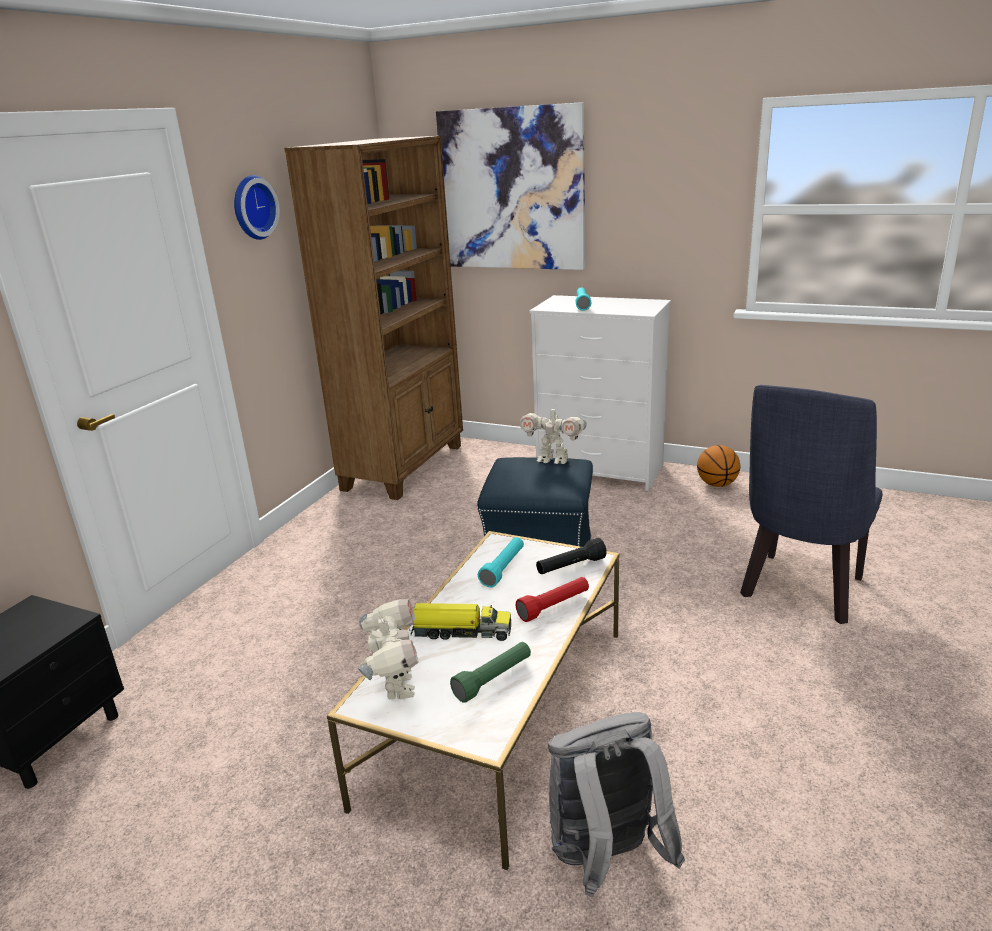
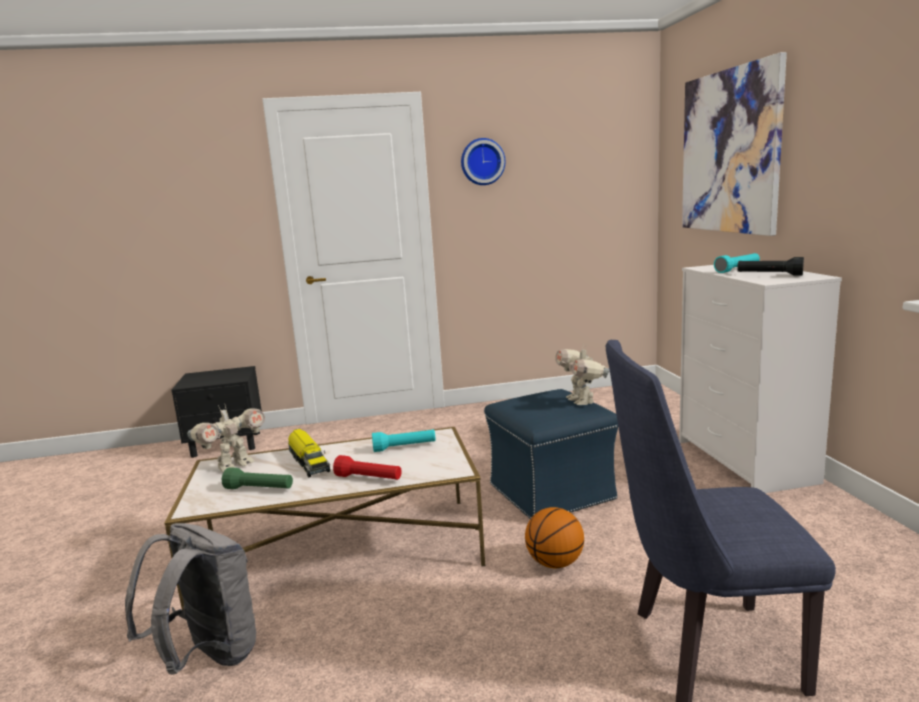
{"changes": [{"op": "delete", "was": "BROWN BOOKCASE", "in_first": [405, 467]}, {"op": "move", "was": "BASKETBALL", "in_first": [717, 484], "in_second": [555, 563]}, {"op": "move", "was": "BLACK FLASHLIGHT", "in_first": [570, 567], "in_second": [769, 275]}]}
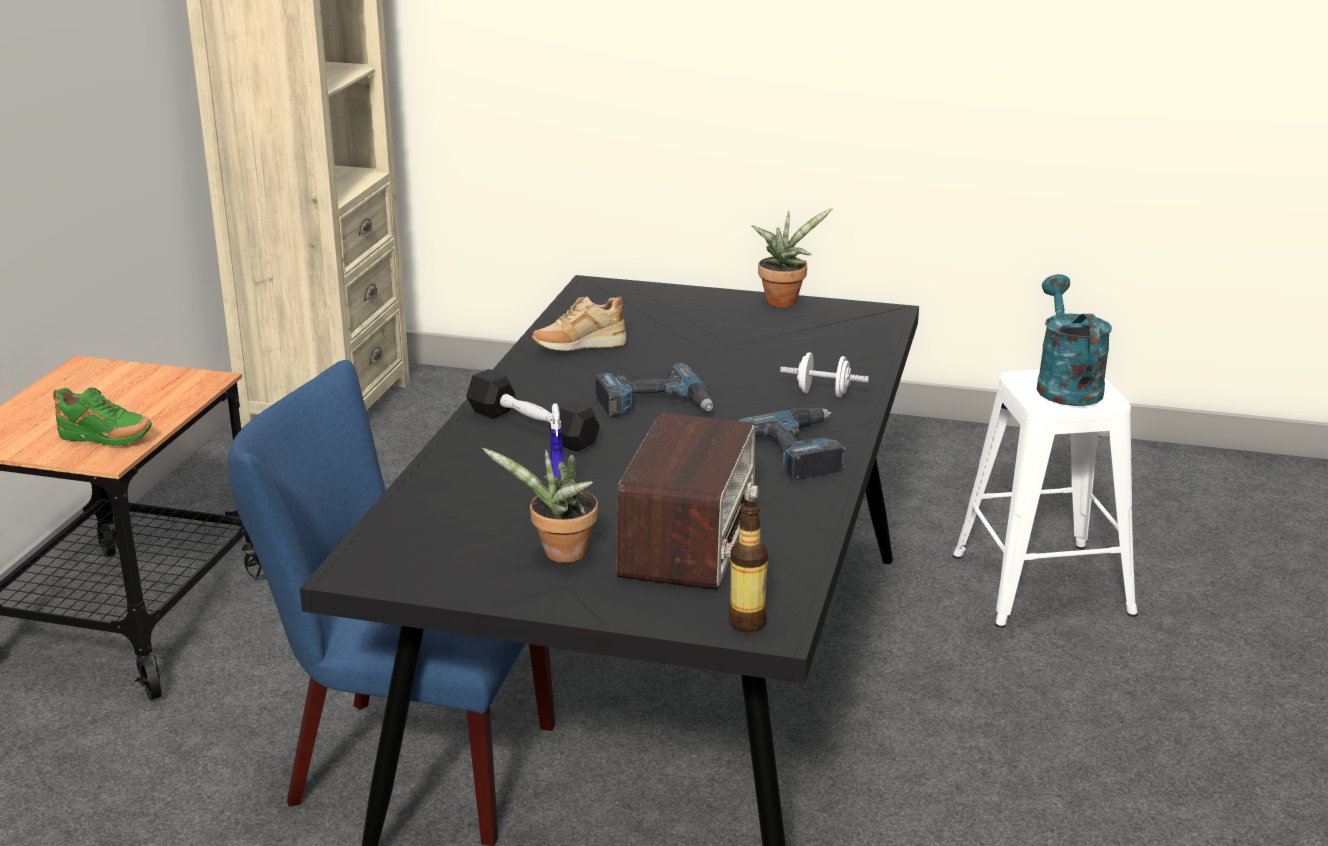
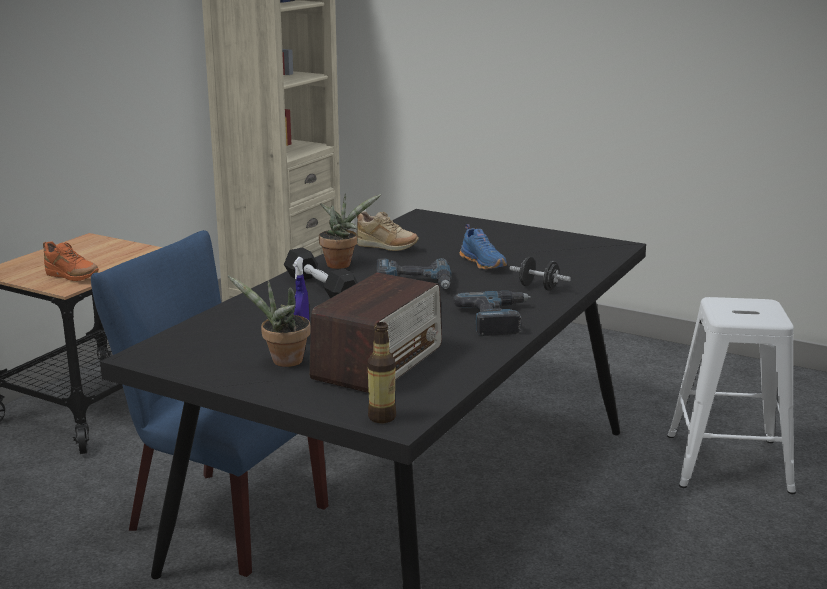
{"changes": [{"op": "move", "was": "POTTED PLANT", "in_first": [783, 300], "in_second": [341, 264]}, {"op": "delete", "was": "TURQUOISE WATERING CAN", "in_first": [1065, 385]}, {"op": "rotate", "was": "BEIGE SHOE", "in_first": [579, 348], "in_second": [387, 248], "clockwise": -150}, {"op": "recolor", "was": "WHITE DUMBBELL", "now": "BLACK DUMBBELL", "in_first": [823, 393], "in_second": [538, 287]}, {"op": "recolor", "was": "GREEN SHOE", "now": "ORANGE SHOE", "in_first": [106, 439], "in_second": [72, 277]}, {"op": "insert", "now": "BLUE SHOE", "in_second": [484, 263]}]}
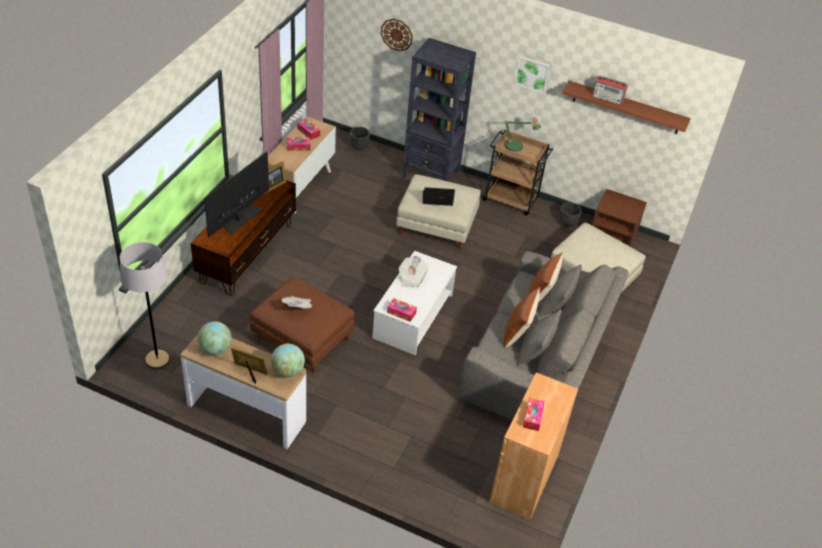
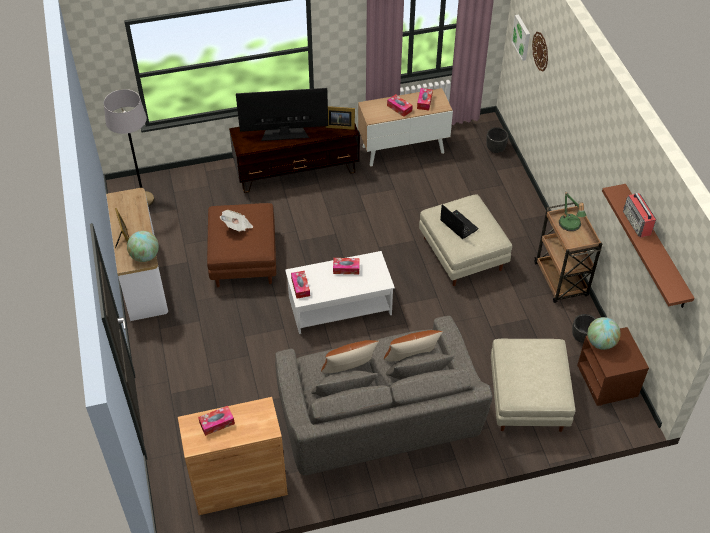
{"changes": [{"op": "delete", "was": "BLACK BOOKCASE", "in_first": [431, 175]}, {"op": "move", "was": "PICTURE", "in_first": [532, 73], "in_second": [522, 37]}, {"op": "replace", "was": "NEWSPAPER", "now": "TISSUE BOX", "in_first": [411, 278], "in_second": [346, 268]}, {"op": "move", "was": "GLOBE", "in_first": [215, 348], "in_second": [600, 343]}]}
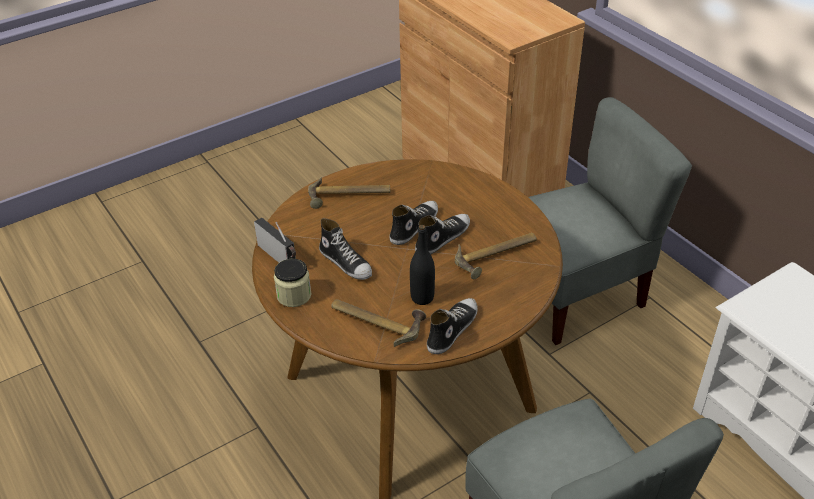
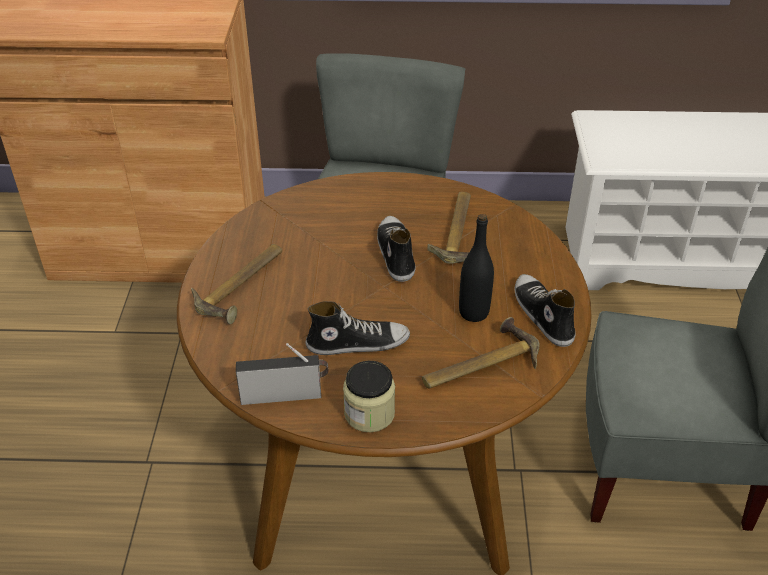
{"changes": [{"op": "delete", "was": "SHOE", "in_first": [413, 226]}]}
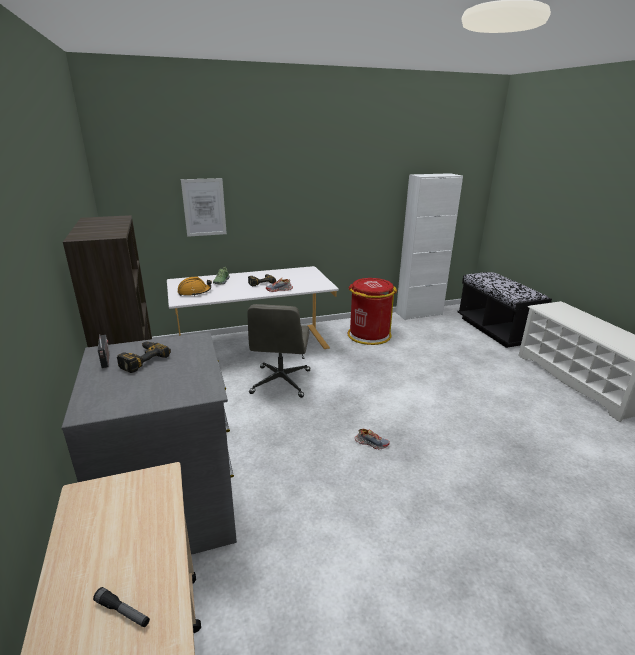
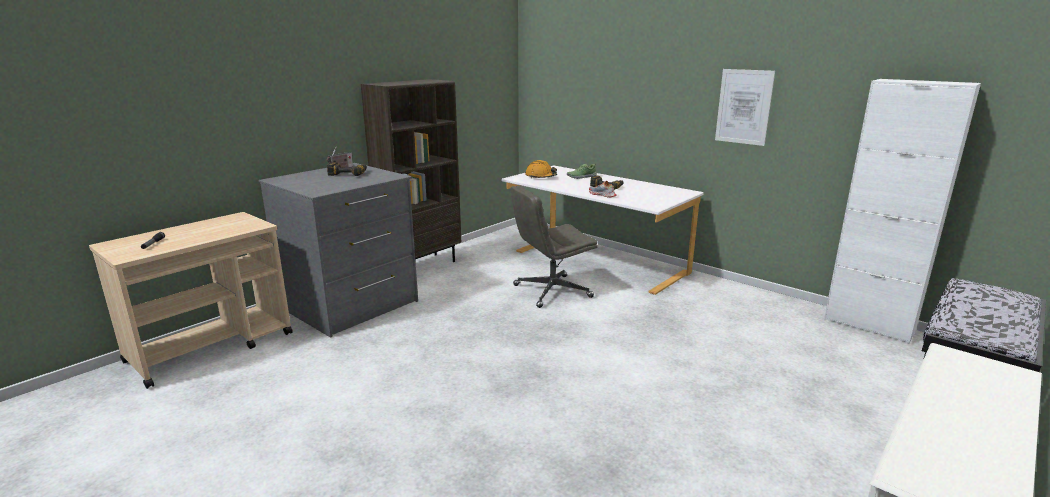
{"changes": [{"op": "move", "was": "PICTURE", "in_first": [204, 207], "in_second": [744, 107]}, {"op": "delete", "was": "RED TRASH CAN", "in_first": [368, 335]}, {"op": "delete", "was": "SHOE", "in_first": [371, 443]}]}
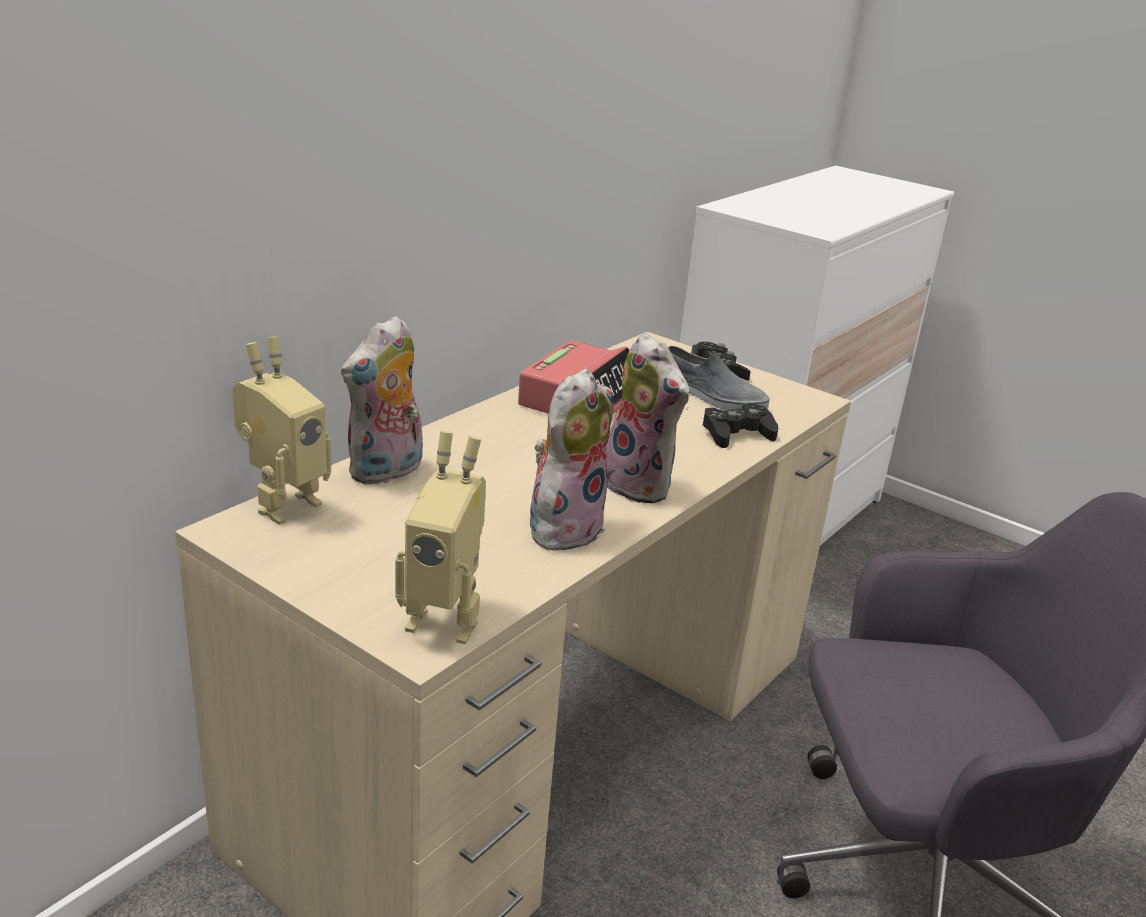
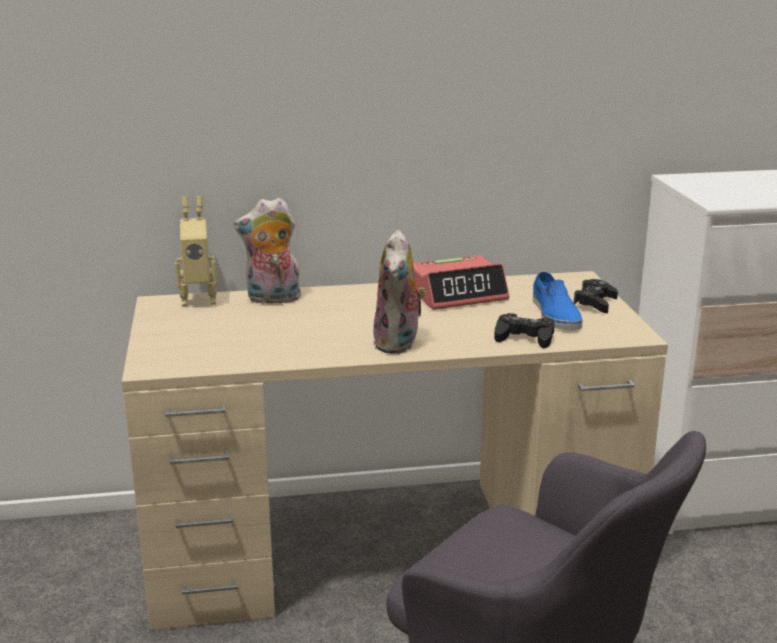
{"changes": [{"op": "recolor", "was": "GREY SHOE", "now": "BLUE SHOE", "in_first": [711, 396], "in_second": [554, 314]}, {"op": "delete", "was": "PLUSH TOY", "in_first": [564, 527]}, {"op": "delete", "was": "TOY ROBOT", "in_first": [445, 619]}]}
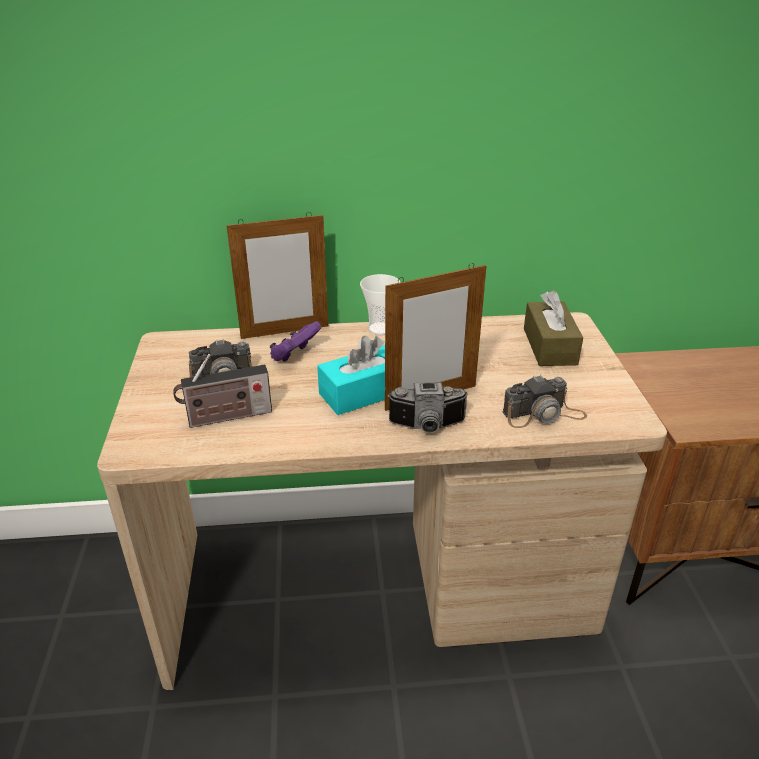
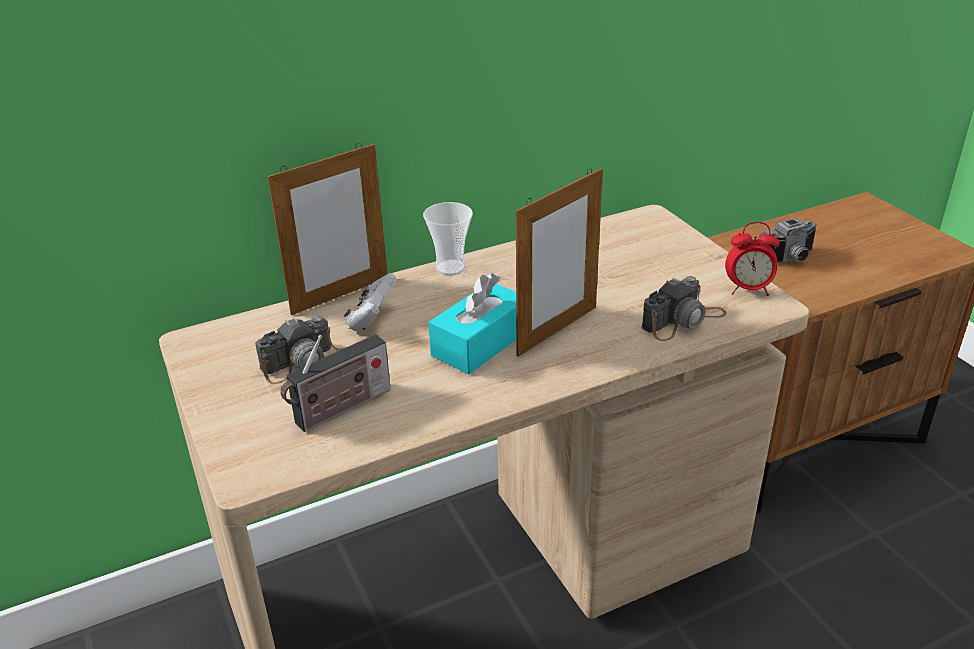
{"changes": [{"op": "delete", "was": "BROWN TISSUE BOX", "in_first": [549, 346]}, {"op": "recolor", "was": "PURPLE GAME CONTROLLER", "now": "WHITE GAME CONTROLLER", "in_first": [295, 355], "in_second": [372, 320]}, {"op": "move", "was": "PHOTO CAMERA", "in_first": [427, 427], "in_second": [789, 260]}, {"op": "insert", "now": "ALARM CLOCK", "in_second": [748, 289]}]}
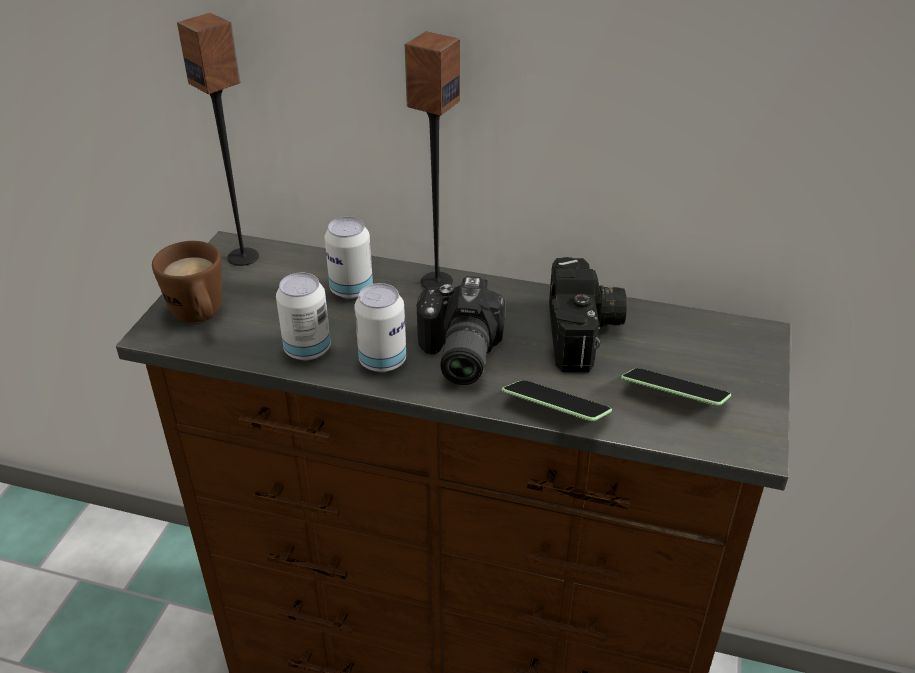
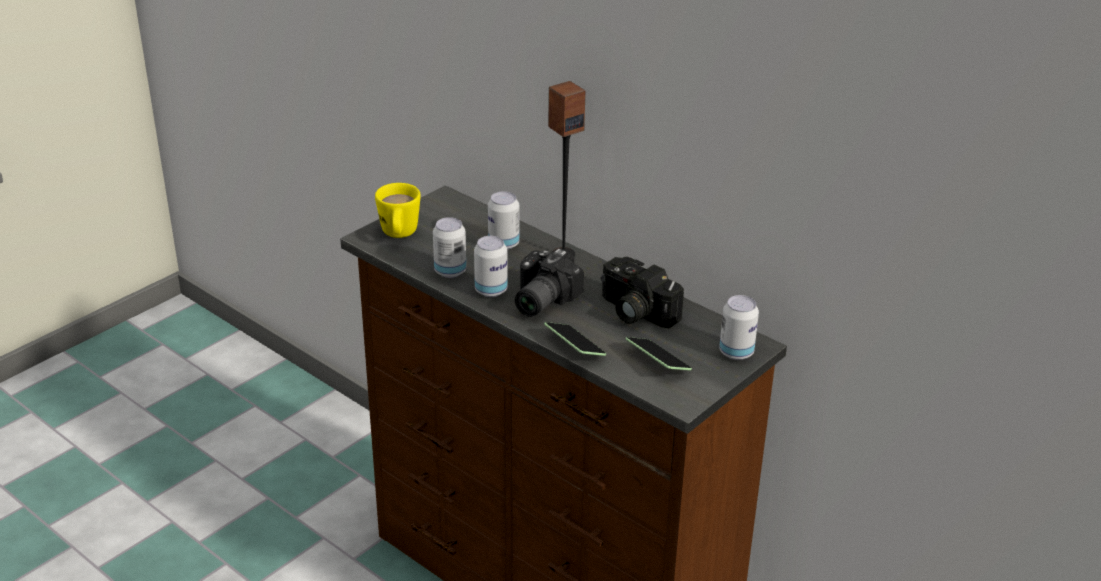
{"changes": [{"op": "delete", "was": "SPEAKER", "in_first": [244, 257]}, {"op": "recolor", "was": "BROWN MUG", "now": "YELLOW MUG", "in_first": [200, 317], "in_second": [399, 235]}, {"op": "rotate", "was": "PHOTO CAMERA", "in_first": [585, 334], "in_second": [634, 311], "clockwise": 105}, {"op": "insert", "now": "CAN", "in_second": [736, 352]}]}
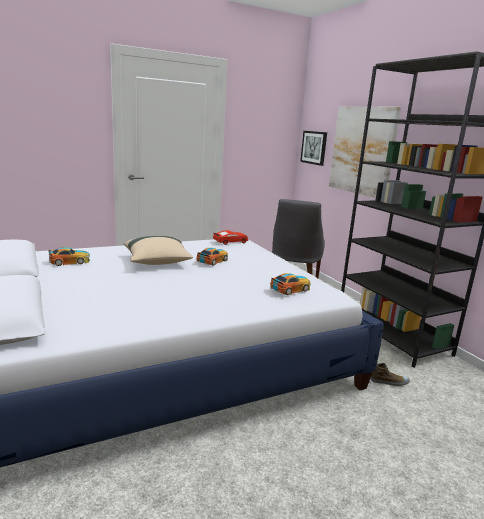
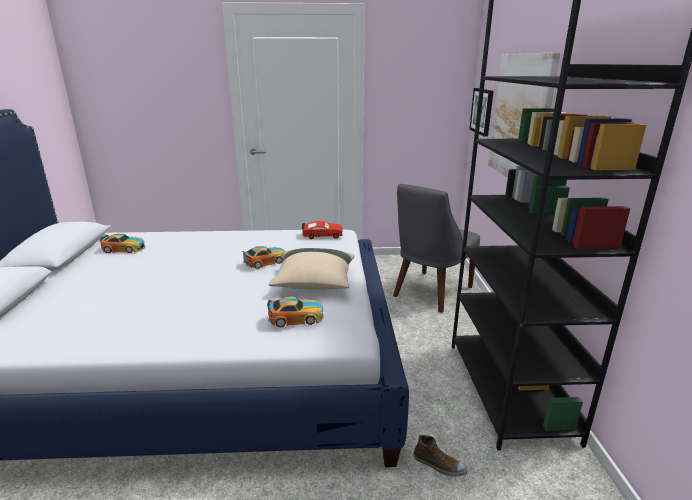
{"changes": [{"op": "move", "was": "BEIGE PILLOW", "in_first": [157, 262], "in_second": [314, 283]}]}
